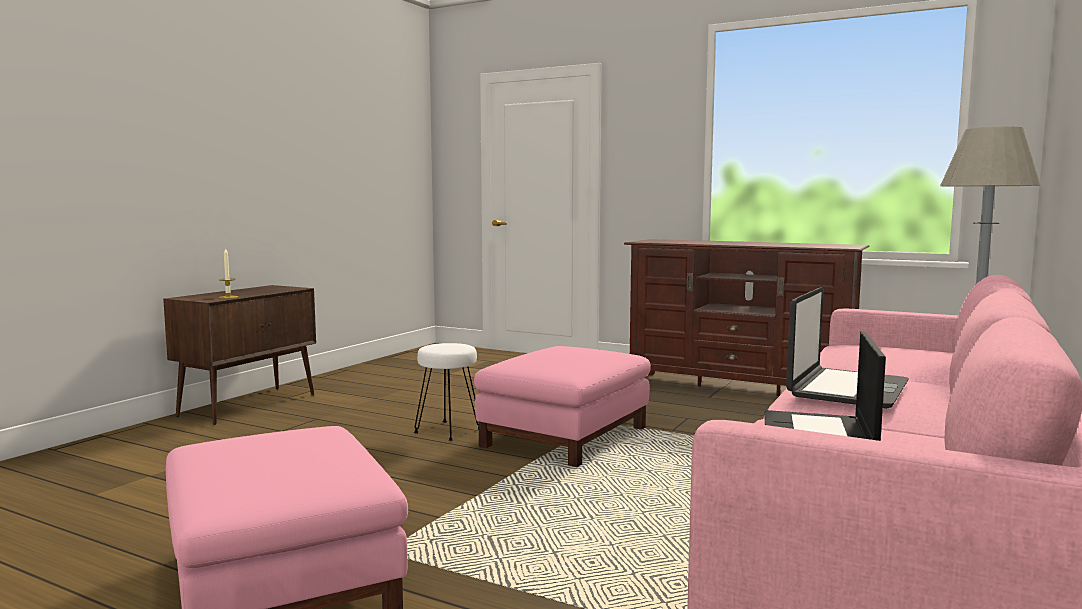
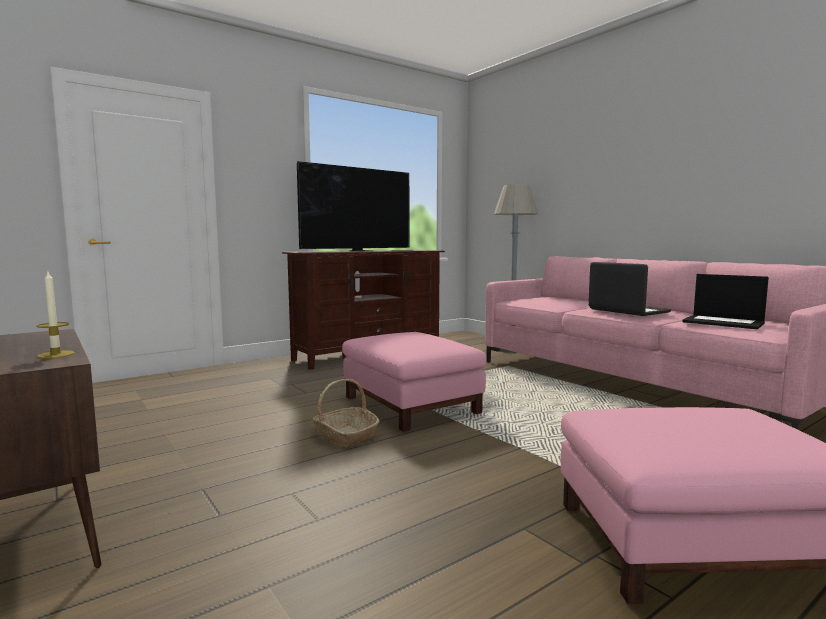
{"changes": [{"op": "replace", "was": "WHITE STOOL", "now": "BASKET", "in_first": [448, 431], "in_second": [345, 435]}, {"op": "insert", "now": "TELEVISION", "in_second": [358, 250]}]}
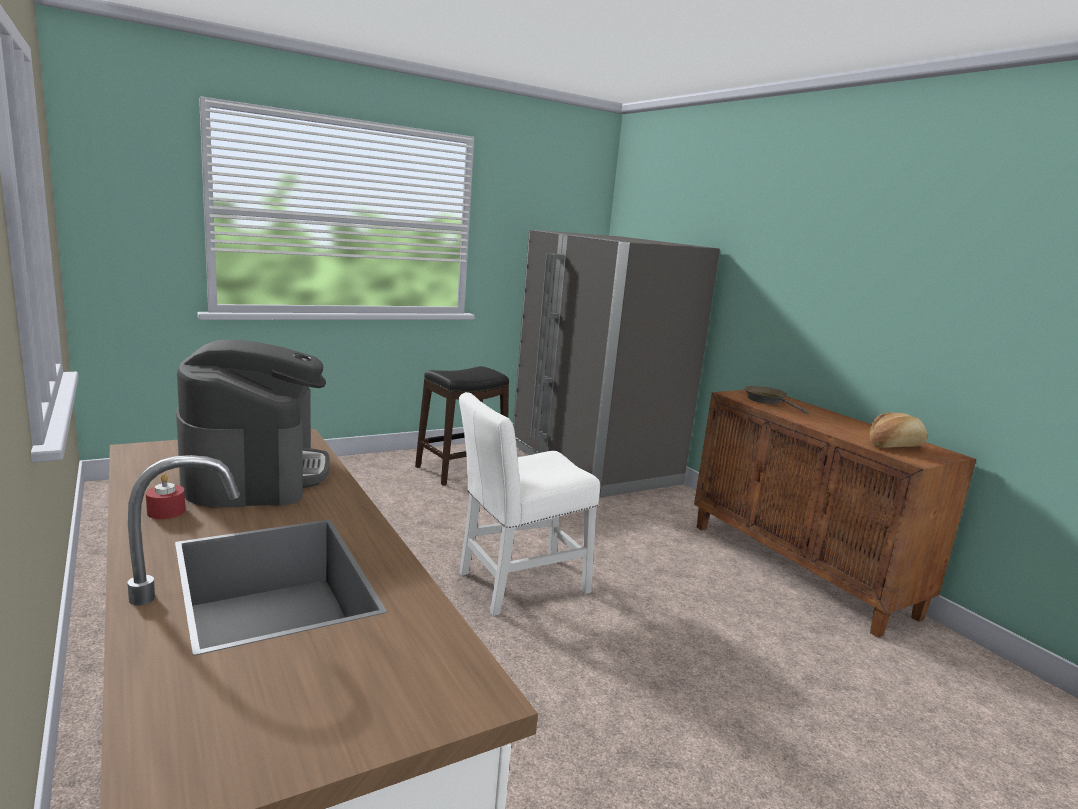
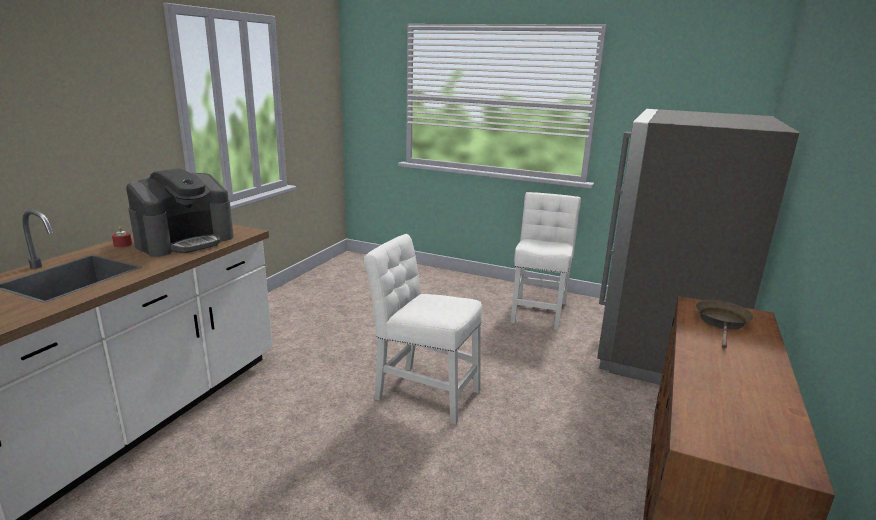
{"changes": [{"op": "replace", "was": "BLACK STOOL", "now": "WHITE CHAIR", "in_first": [460, 469], "in_second": [538, 310]}, {"op": "delete", "was": "BREAD", "in_first": [894, 446]}]}
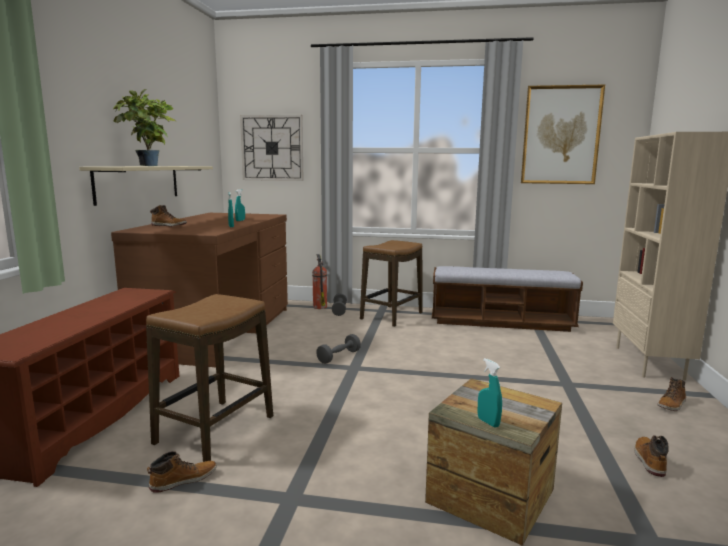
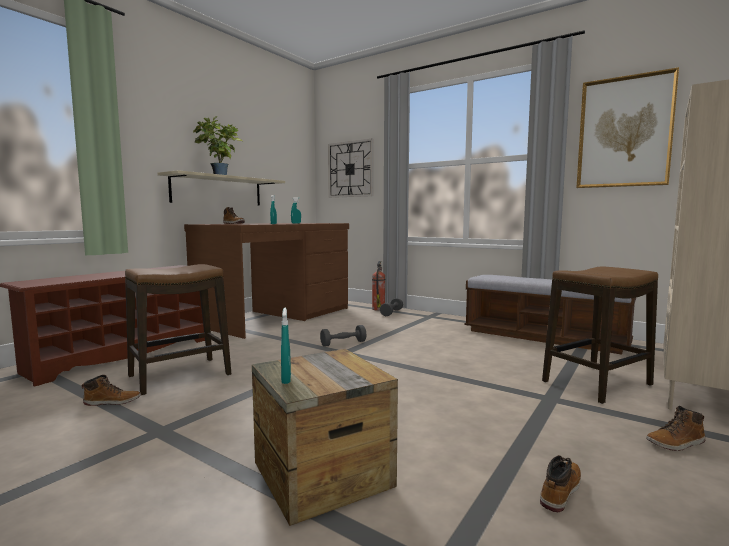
{"changes": [{"op": "move", "was": "STOOL", "in_first": [391, 316], "in_second": [596, 383]}]}
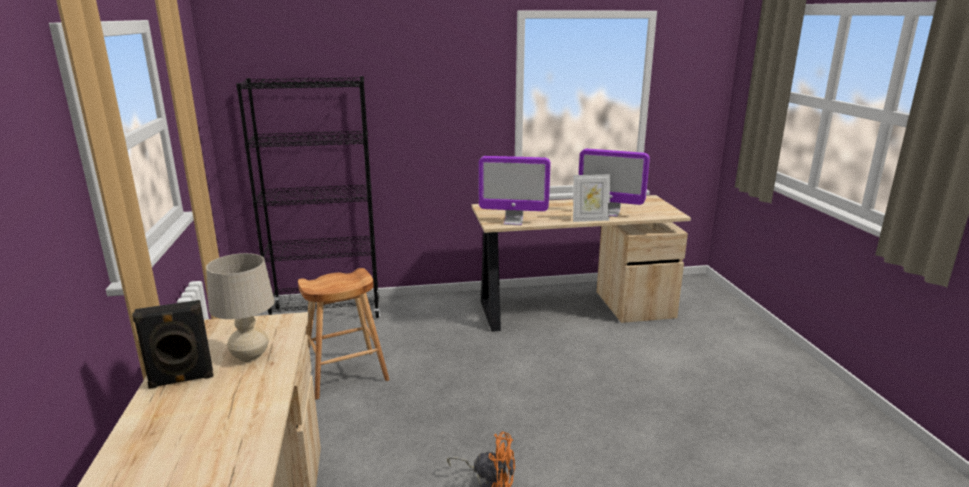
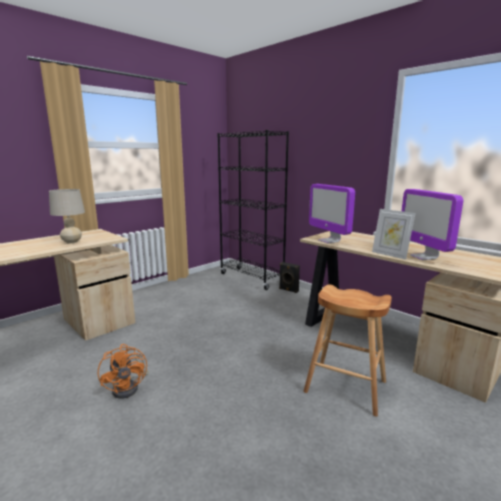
{"changes": [{"op": "move", "was": "BROWN STOOL", "in_first": [345, 374], "in_second": [345, 387]}, {"op": "move", "was": "BLACK SPEAKER", "in_first": [181, 380], "in_second": [288, 290]}]}
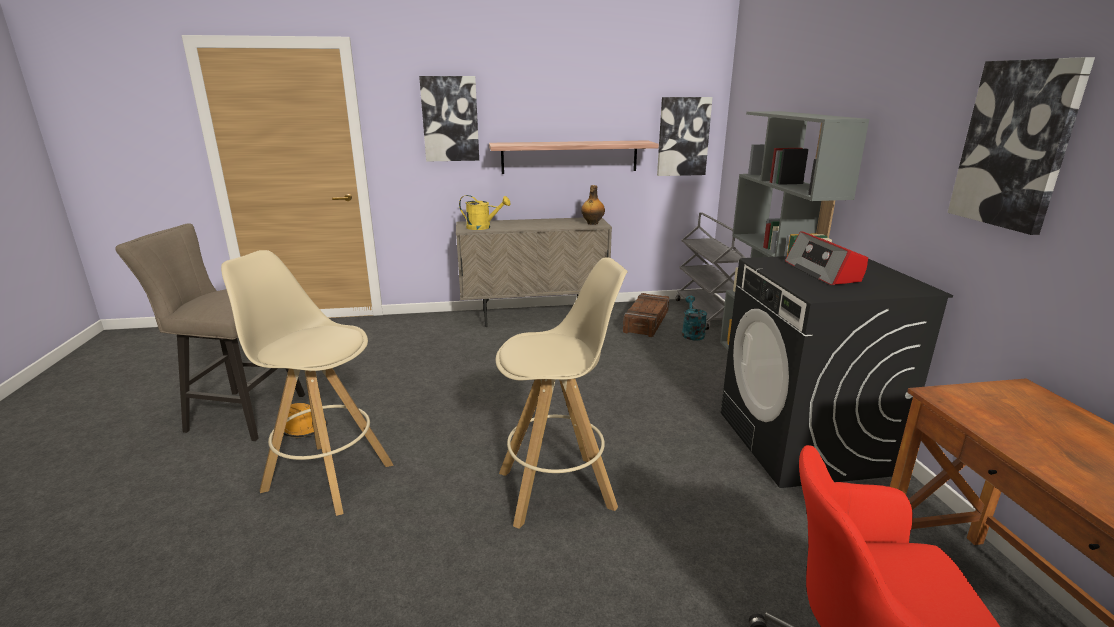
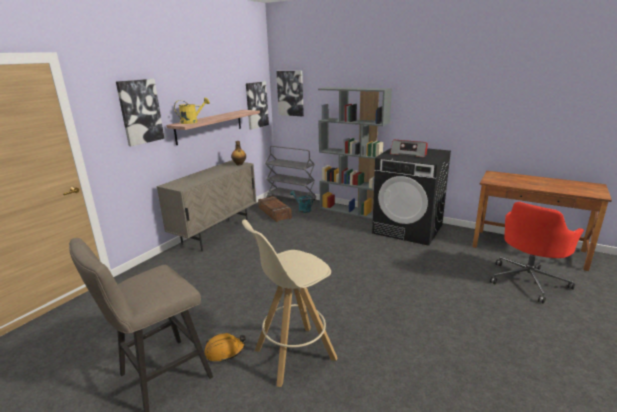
{"changes": [{"op": "move", "was": "PICTURE", "in_first": [1016, 145], "in_second": [290, 93]}, {"op": "move", "was": "YELLOW WATERING CAN", "in_first": [483, 227], "in_second": [192, 122]}, {"op": "delete", "was": "BEIGE STOOL", "in_first": [558, 489]}]}
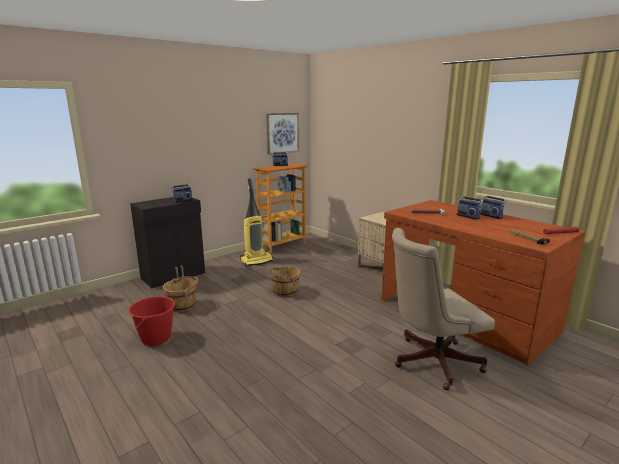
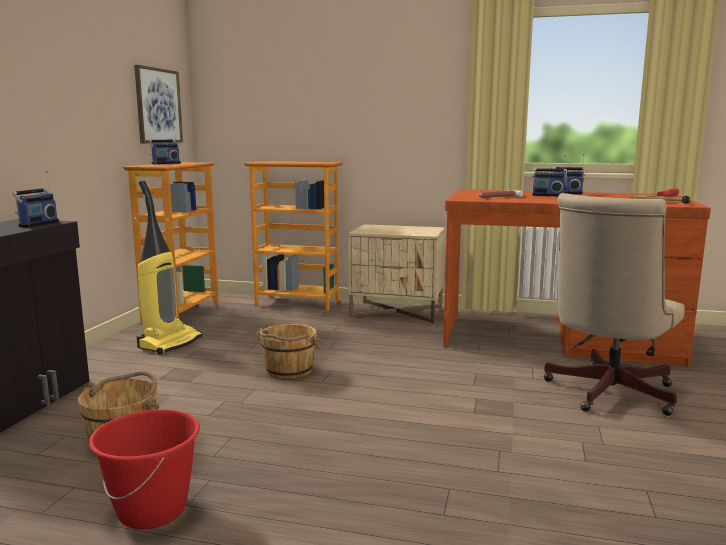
{"changes": [{"op": "insert", "now": "BOOKCASE", "in_second": [298, 303]}]}
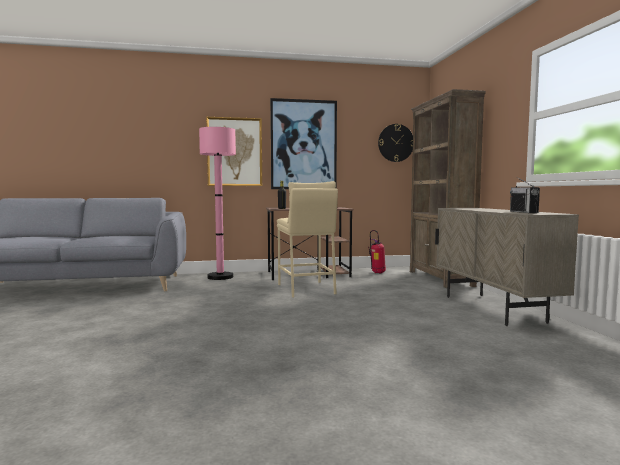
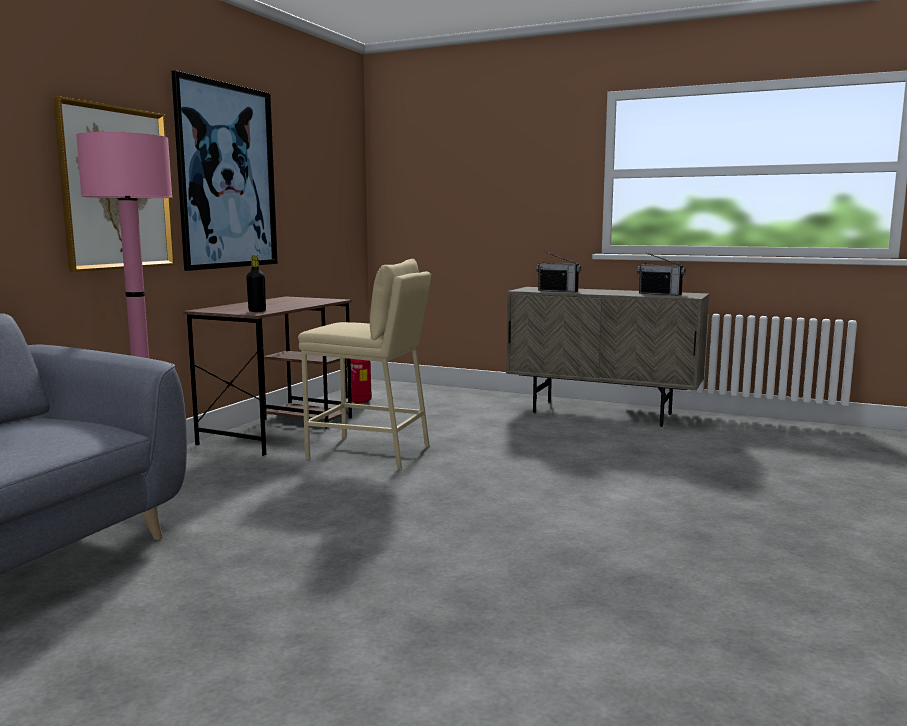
{"changes": [{"op": "delete", "was": "BROWN BOOKCASE", "in_first": [440, 278]}, {"op": "delete", "was": "WALL CLOCK", "in_first": [395, 143]}, {"op": "insert", "now": "RADIO", "in_second": [558, 291]}]}
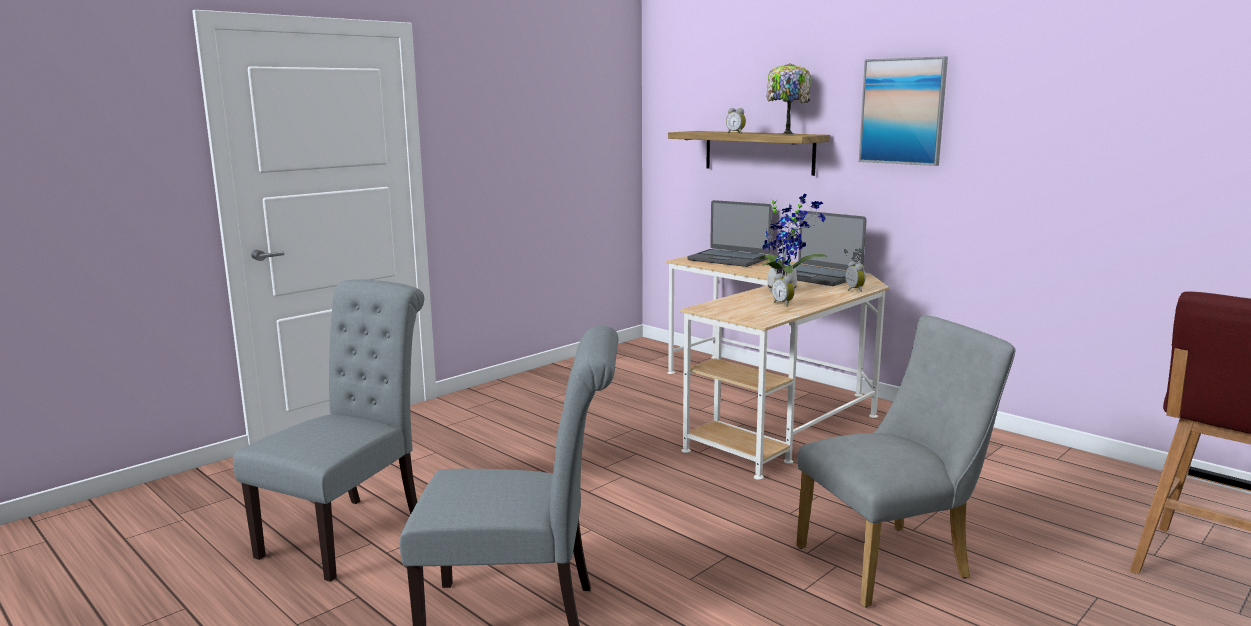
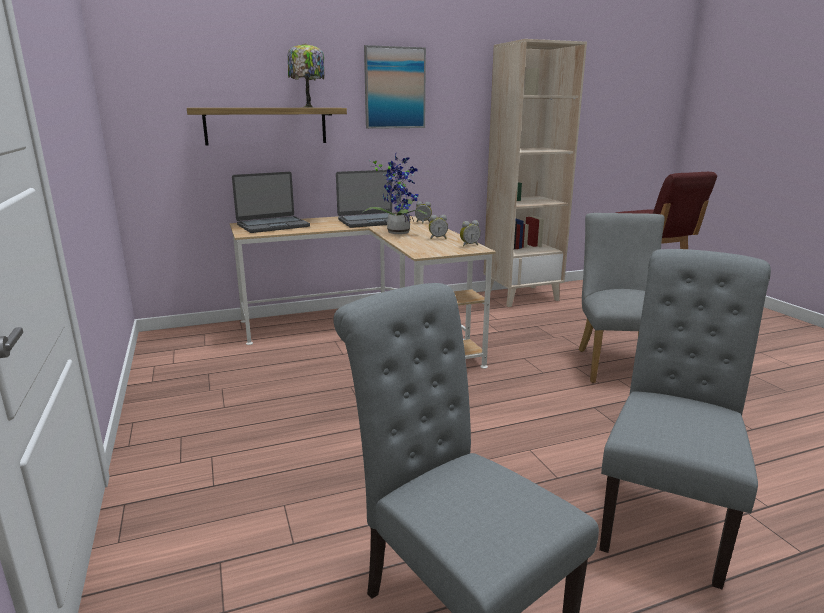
{"changes": [{"op": "move", "was": "ALARM CLOCK", "in_first": [736, 133], "in_second": [469, 245]}, {"op": "insert", "now": "BEIGE BOOKCASE", "in_second": [521, 296]}]}
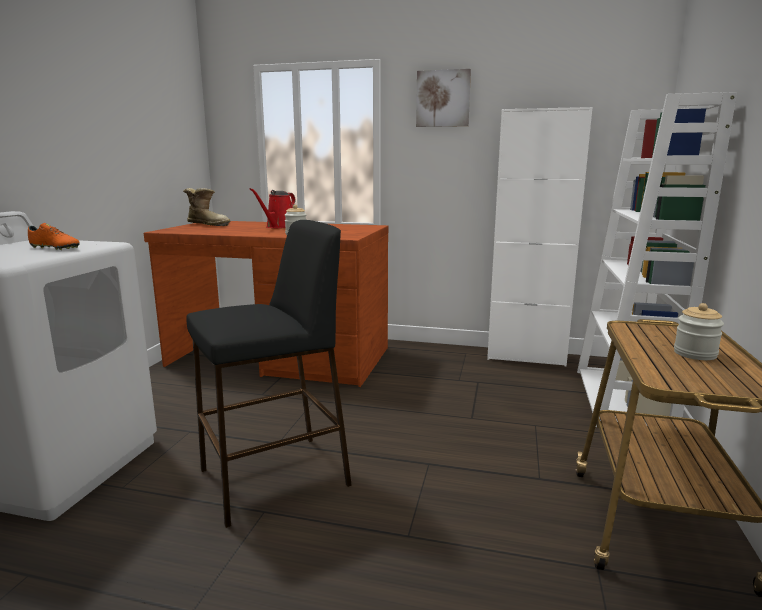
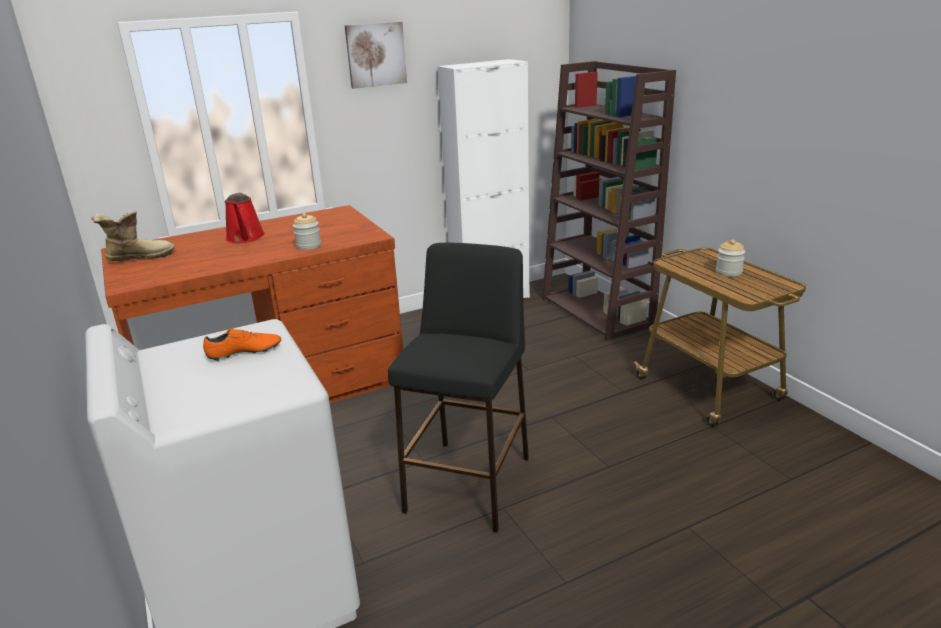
{"changes": [{"op": "recolor", "was": "WHITE BOOKCASE", "now": "BROWN BOOKCASE", "in_first": [623, 400], "in_second": [598, 312]}]}
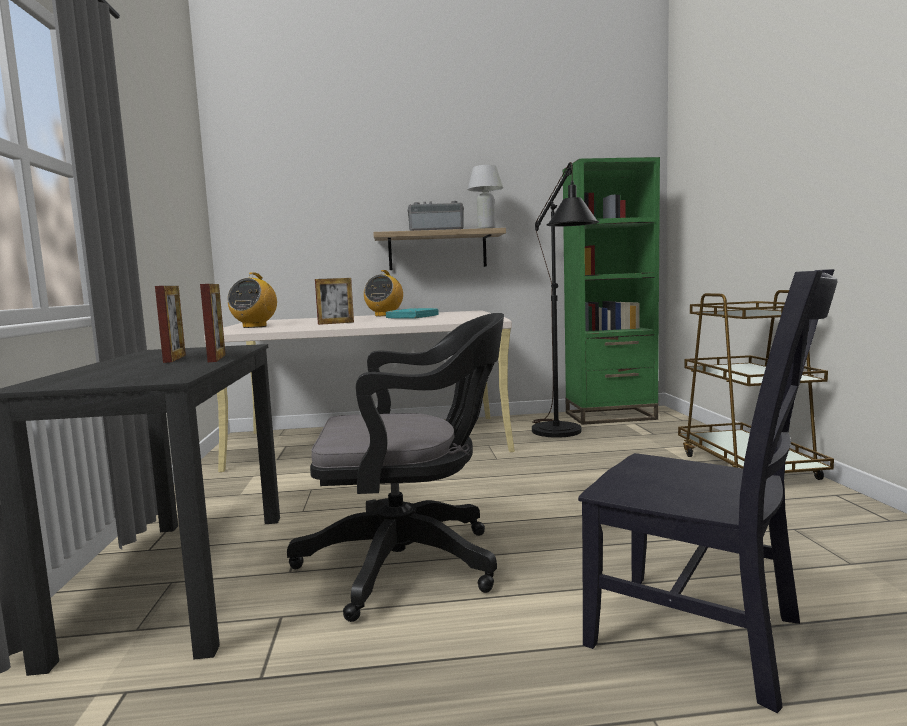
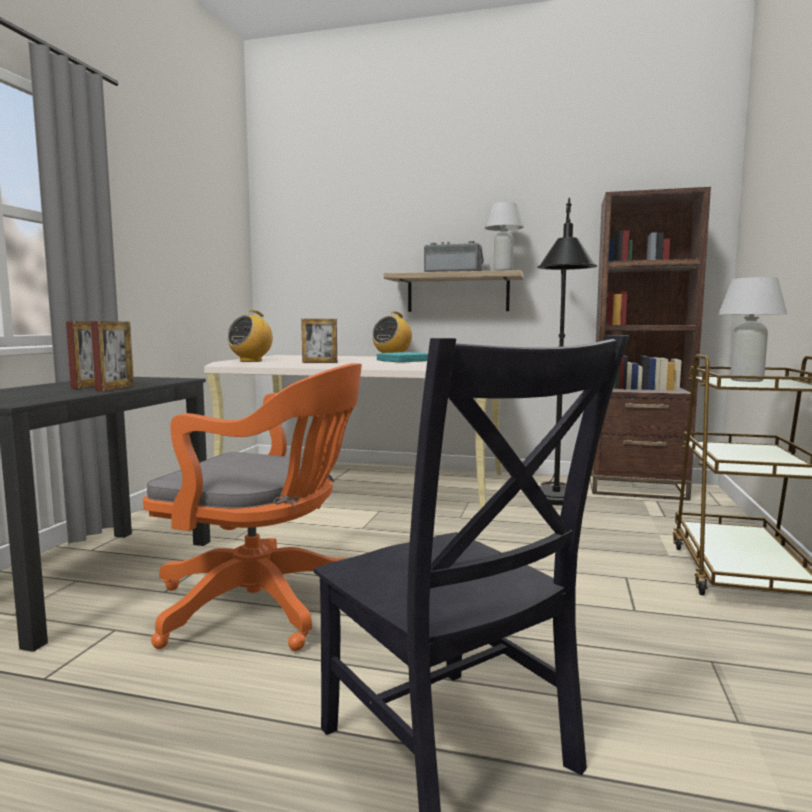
{"changes": [{"op": "recolor", "was": "GREEN BOOKCASE", "now": "BROWN BOOKCASE", "in_first": [610, 416], "in_second": [636, 489]}, {"op": "recolor", "was": "BLACK OFFICE CHAIR", "now": "ORANGE OFFICE CHAIR", "in_first": [411, 563], "in_second": [265, 606]}, {"op": "insert", "now": "WHITE TABLE LAMP", "in_second": [746, 380]}]}
